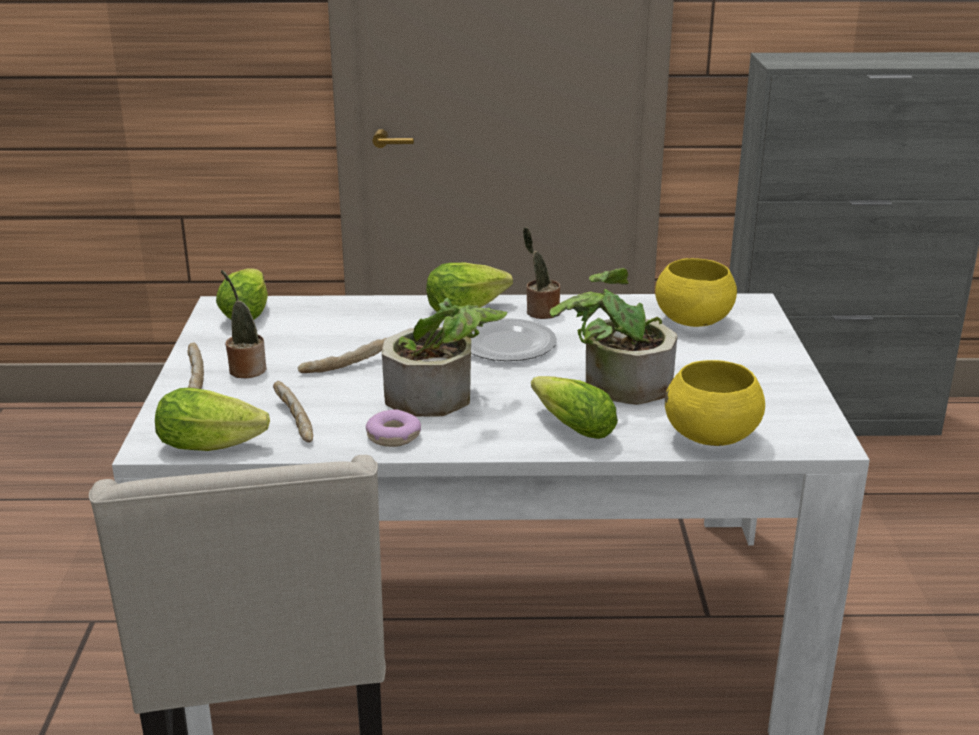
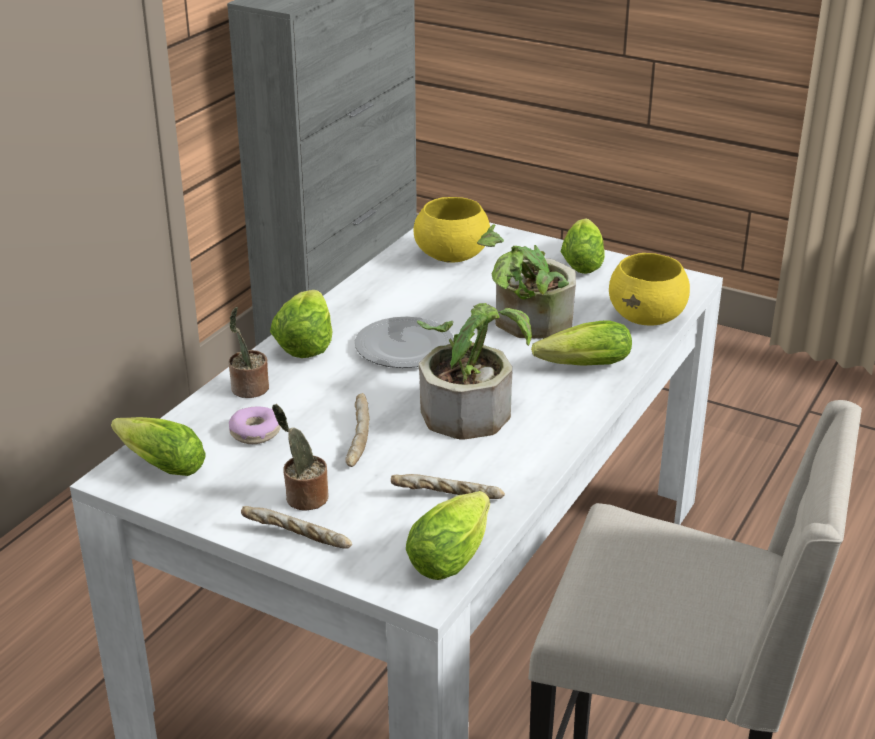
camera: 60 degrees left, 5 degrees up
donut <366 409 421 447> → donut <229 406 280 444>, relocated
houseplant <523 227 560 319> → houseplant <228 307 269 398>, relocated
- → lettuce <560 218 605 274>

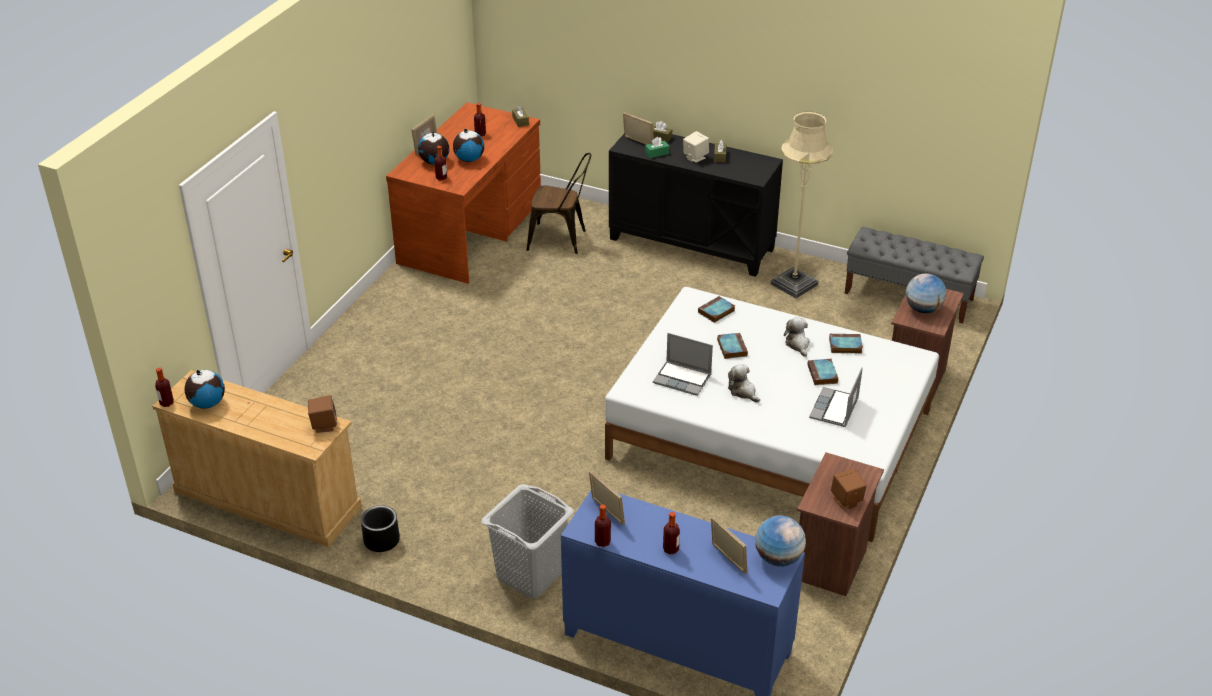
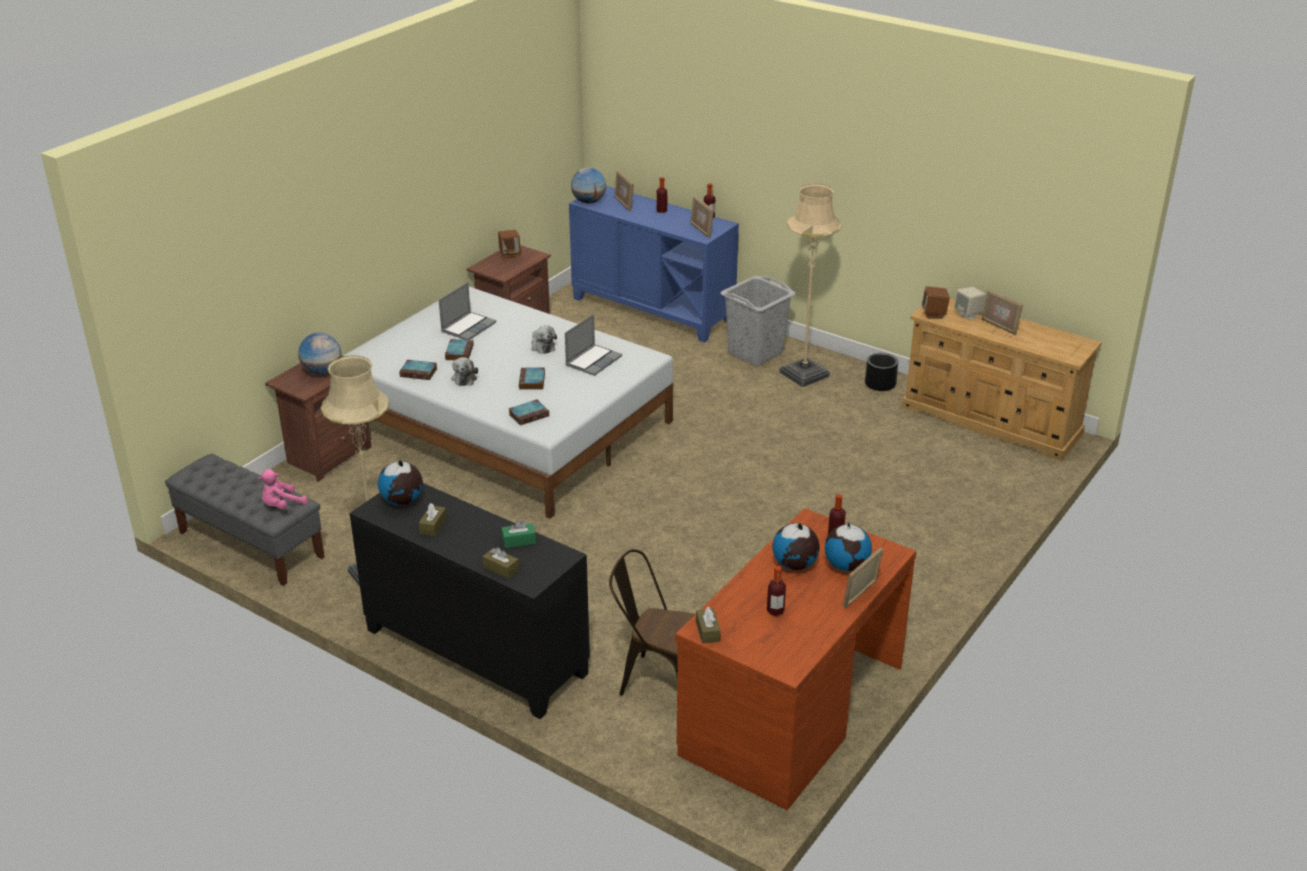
camera: 170 degrees left, 5 degrees down
drink bottle <155 368 174 407> → -
world globe <184 370 225 409> → world globe <378 460 423 505>, relocated
standing frame <623 112 654 145> → standing frame <981 289 1023 335>, relocated
notebook computer <653 333 713 396> → notebook computer <565 314 622 376>, 90 degrees clockwise
sand-coloured audio speaker <683 131 709 163> → sand-coloured audio speaker <954 287 986 320>, relocated
- → pinkish plush toy <259 469 308 509>
- → sand-coloured floor lamp <779 184 841 387>

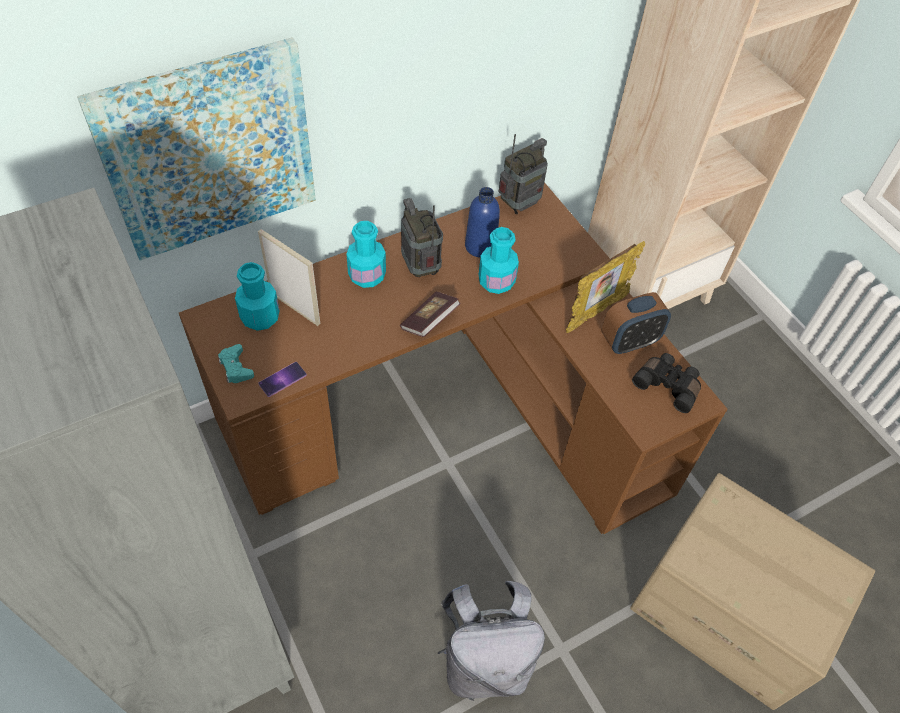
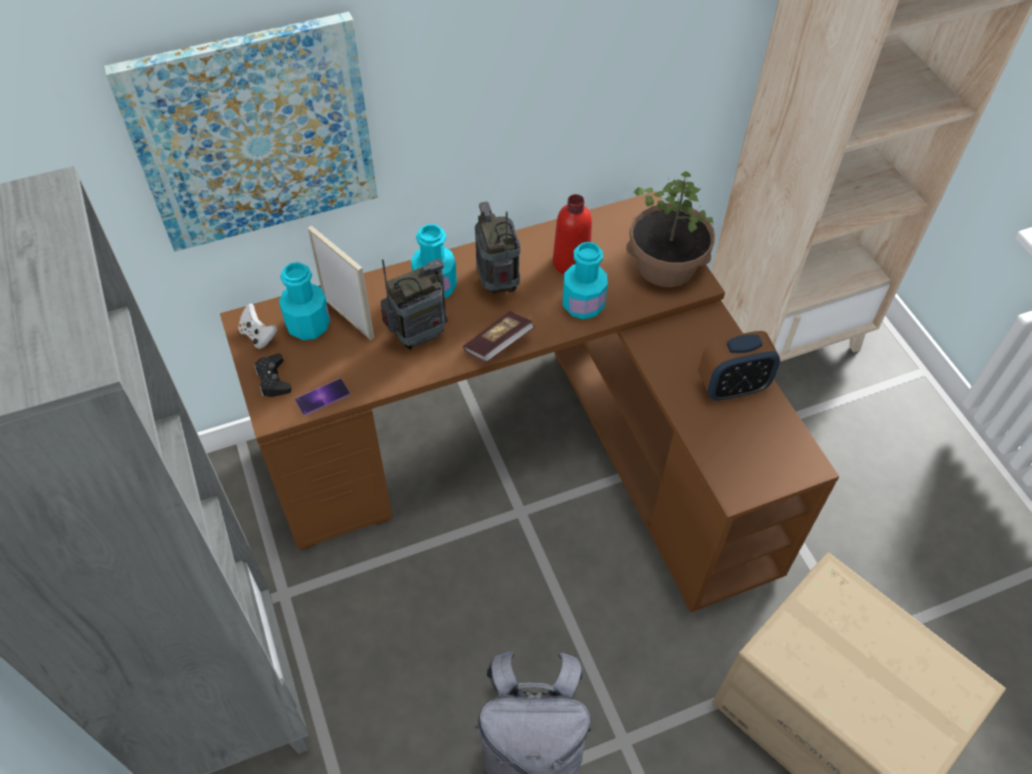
camera: 10 degrees right, 0 degrees up
turquoise joypad <218 344 254 383> → black-coloured joypad <254 353 292 397>
bluish drink bottle <465 187 500 257> → reddish drink bottle <553 194 592 275>
radio receiver <499 134 548 214> → radio receiver <381 259 448 350>, relocated
standing frame <566 241 645 333> → -
black-coloured pair of binoculars <632 353 701 413> → -
- → white-coloured joypad <238 304 278 349>
- → houseplant <626 171 715 287>

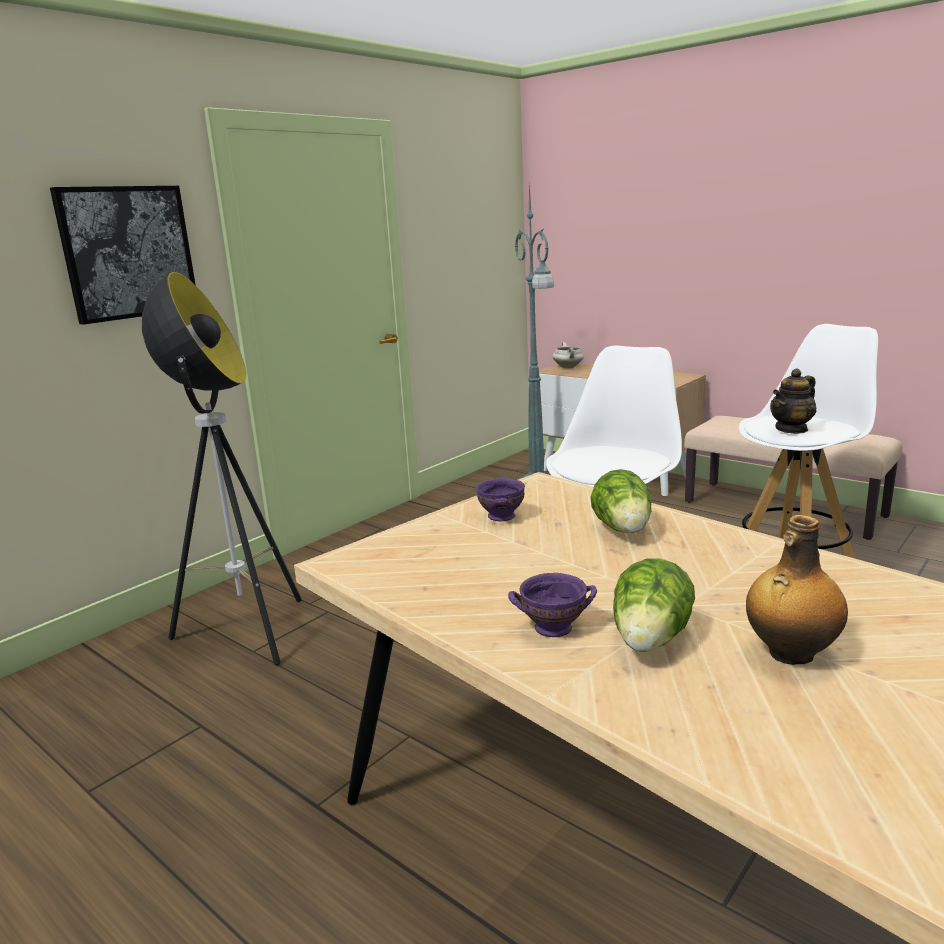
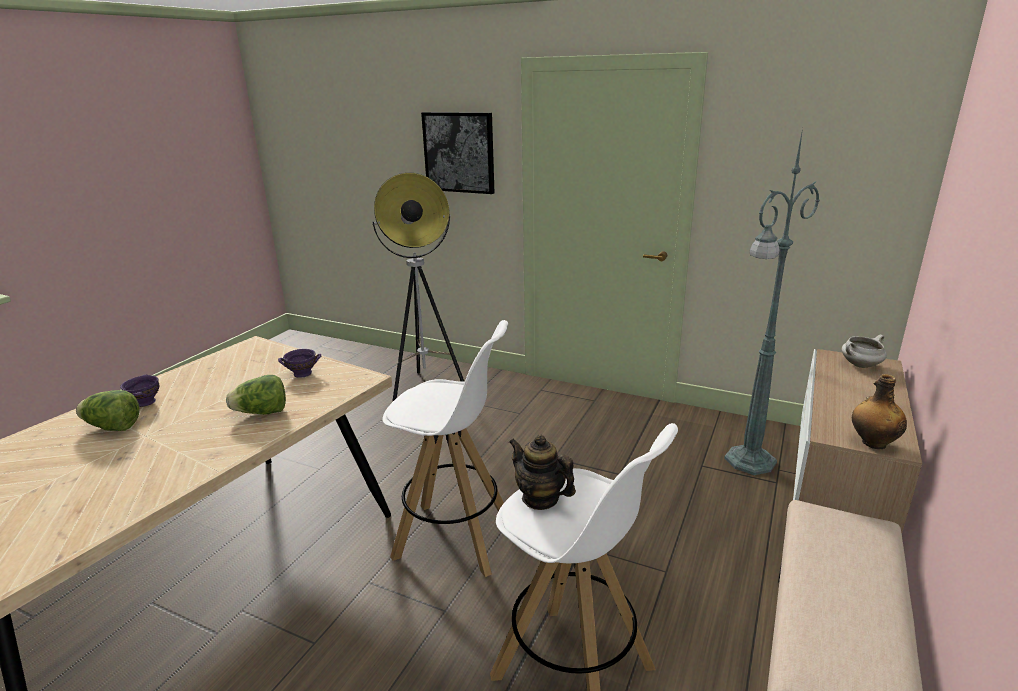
camera: 75 degrees right, 5 degrees up
drink bottle <746 515 848 665> → drink bottle <852 374 907 449>, relocated

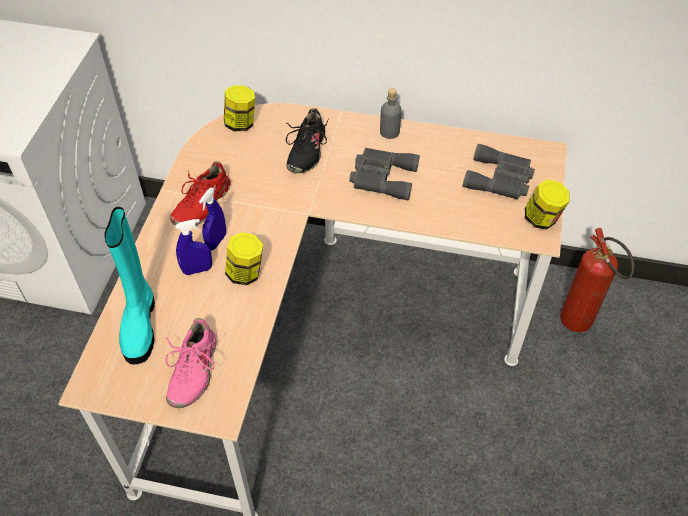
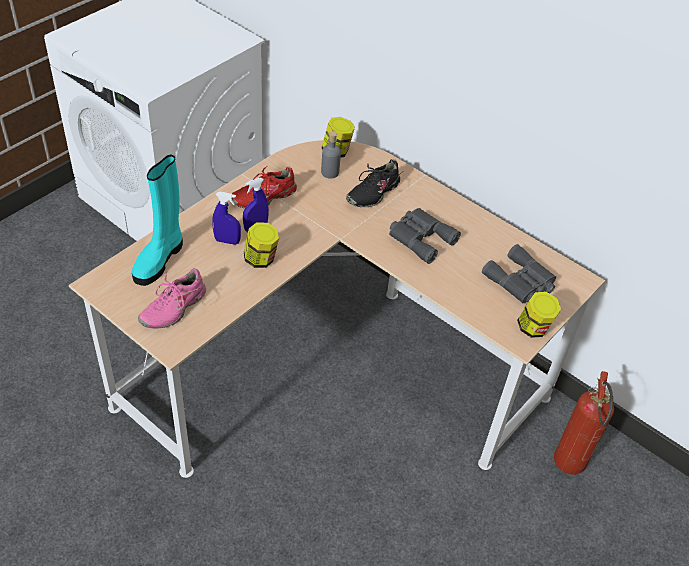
camera: 25 degrees right, 5 degrees down
grey drink bottle <380 88 401 139> → grey drink bottle <321 132 341 179>, relocated

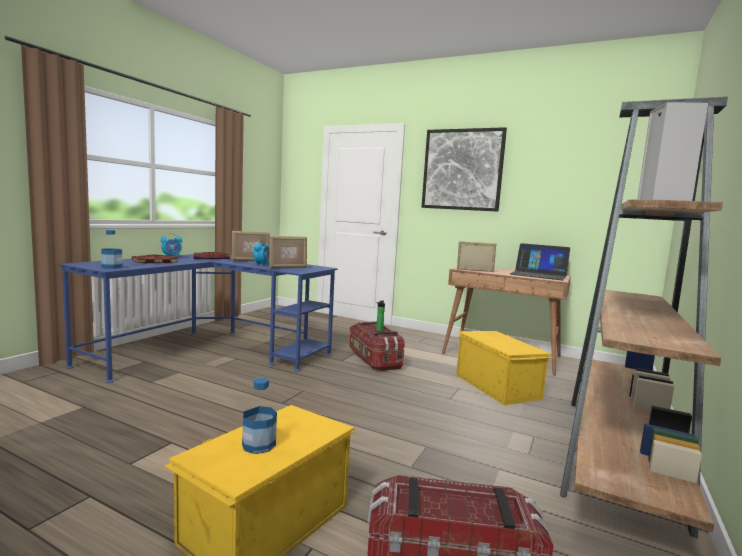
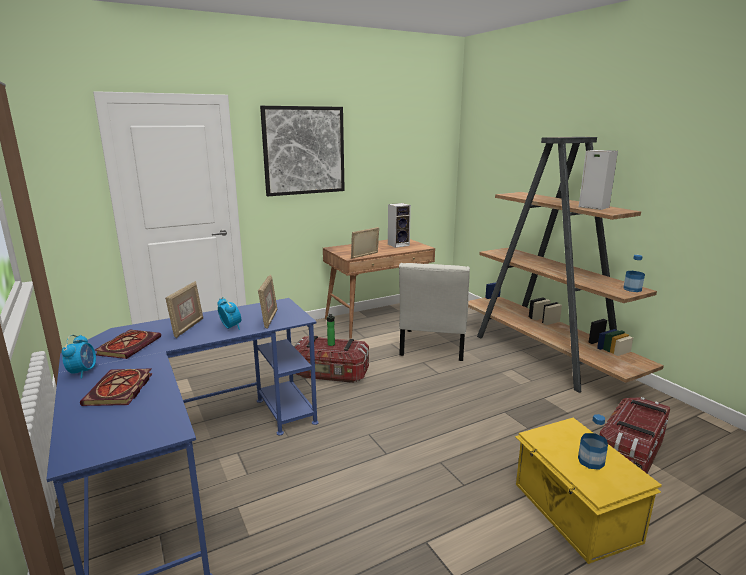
camera: 55 degrees left, 10 degrees up
drink bottle <101 230 123 269> → drink bottle <623 255 645 292>, relocated
yellowish storage box <456 331 553 405> → white-coloured upright chair <399 263 470 361>
notebook computer <510 243 570 280> → audio speaker <388 203 411 248>

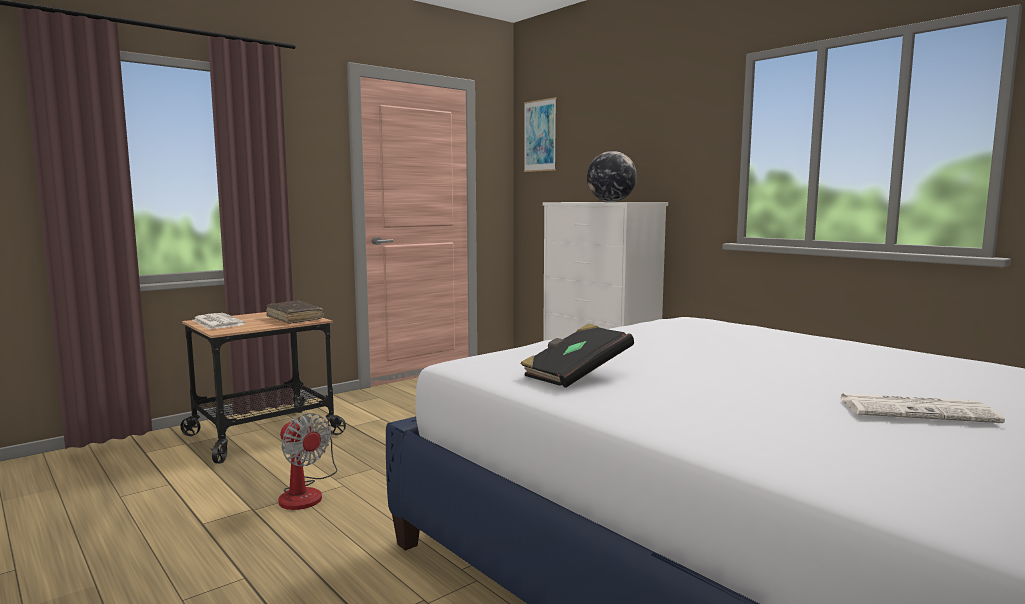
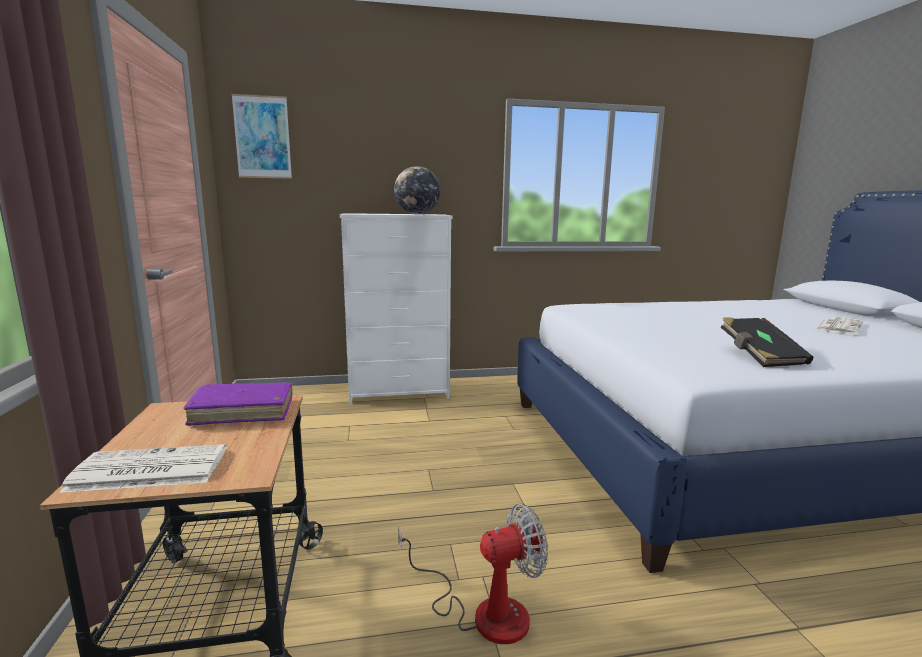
camera: 60 degrees left, 5 degrees up
brown-coloured book <266 301 324 324> → purplish book <184 382 293 426>

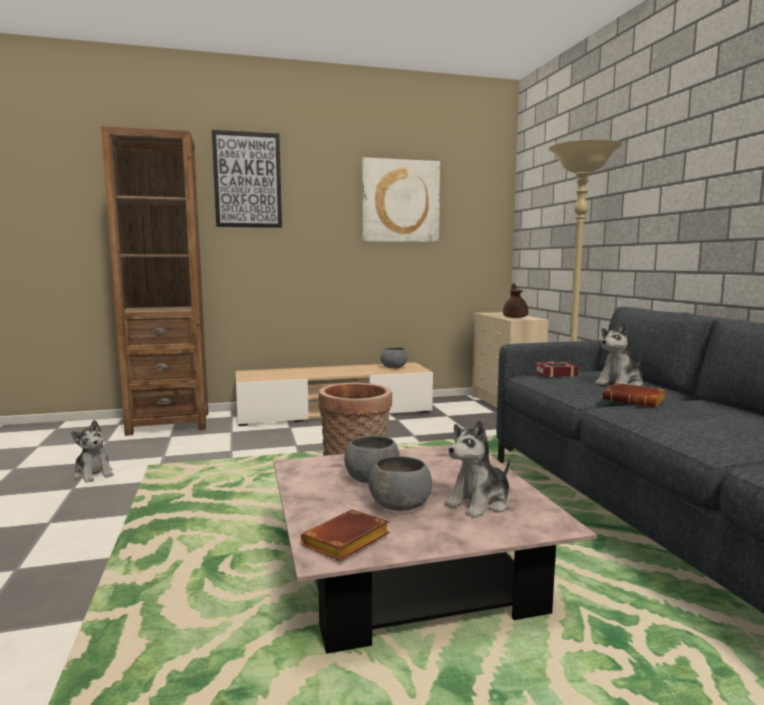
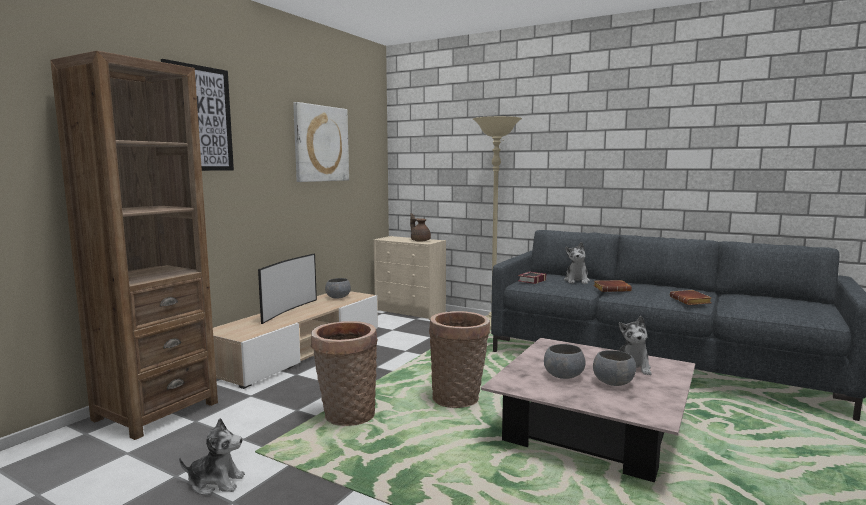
camera: 45 degrees left, 0 degrees up
brown-coloured book <301 509 390 561> → brown-coloured book <670 290 712 305>, relocated
- → television <258 254 317 324>
- → household basket <311 321 378 426>

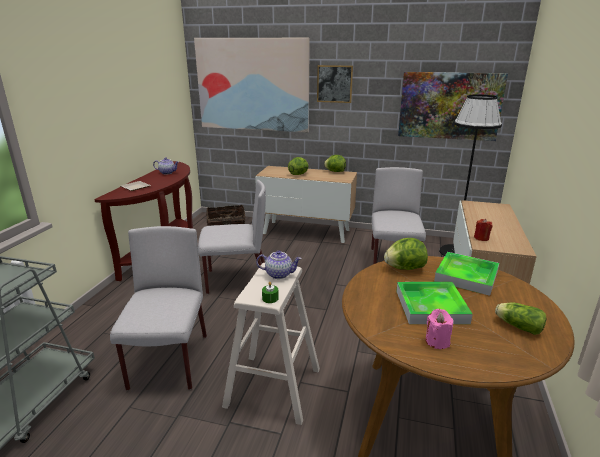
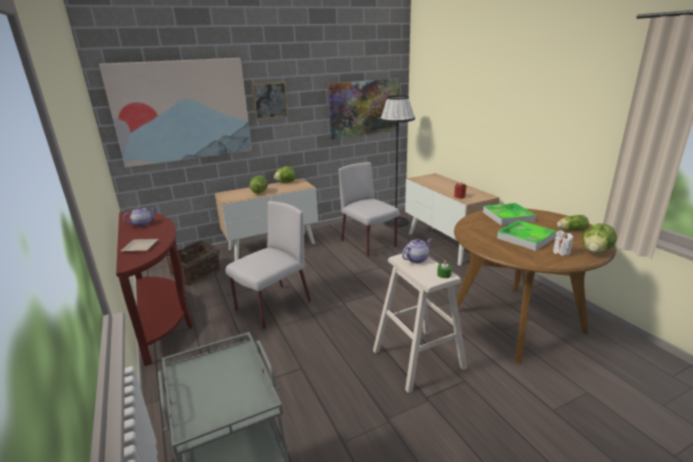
camera: 40 degrees left, 0 degrees up
grey upright chair <110 226 207 391> → -
lettuce <384 238 428 270> → lettuce <582 224 617 254>, relocated
pinkish candle <425 309 453 349> → white-coloured candle <553 231 573 256>

